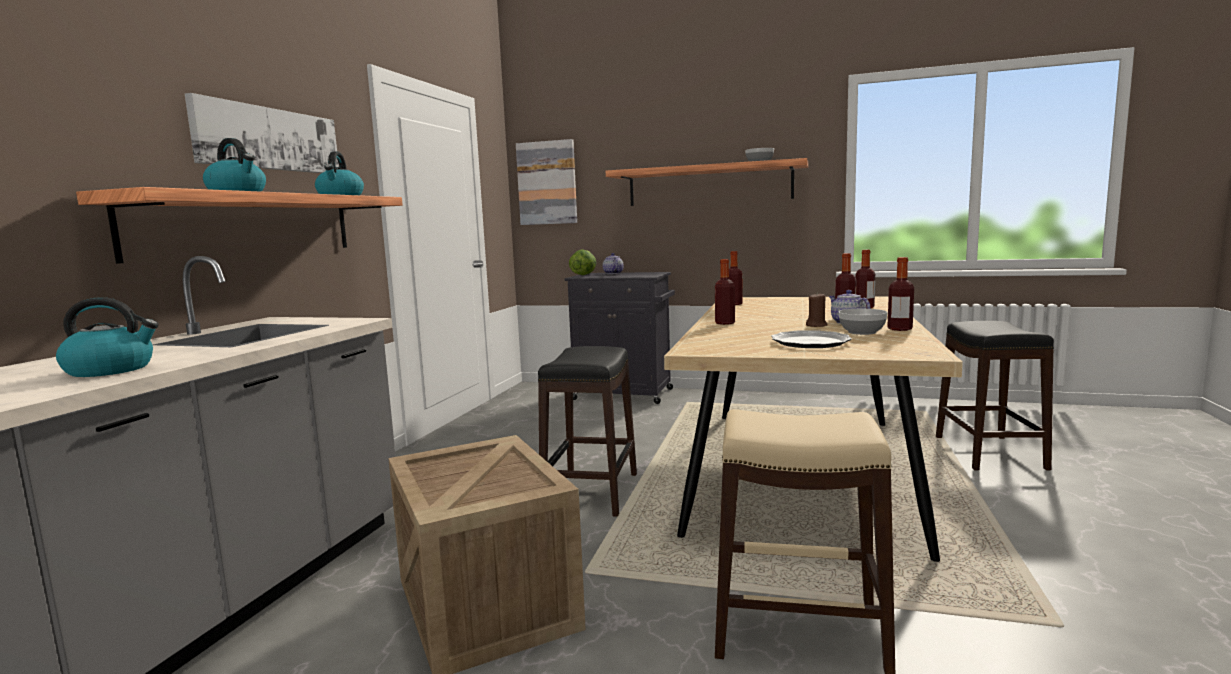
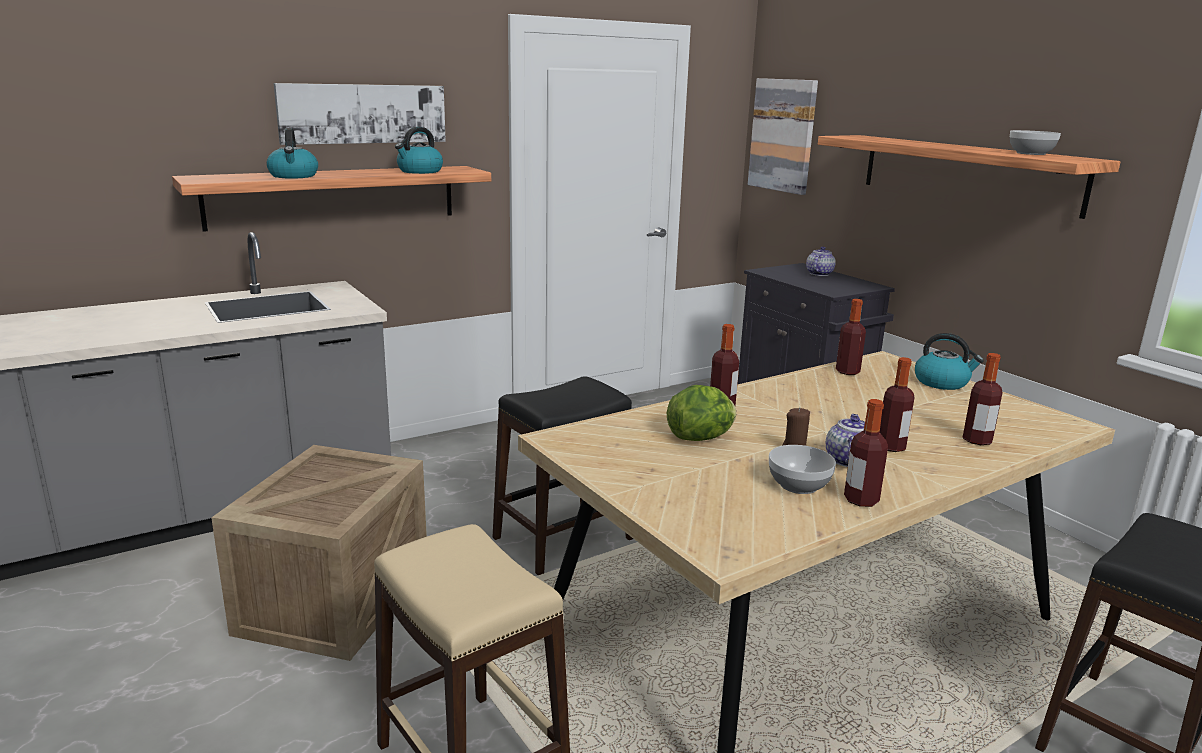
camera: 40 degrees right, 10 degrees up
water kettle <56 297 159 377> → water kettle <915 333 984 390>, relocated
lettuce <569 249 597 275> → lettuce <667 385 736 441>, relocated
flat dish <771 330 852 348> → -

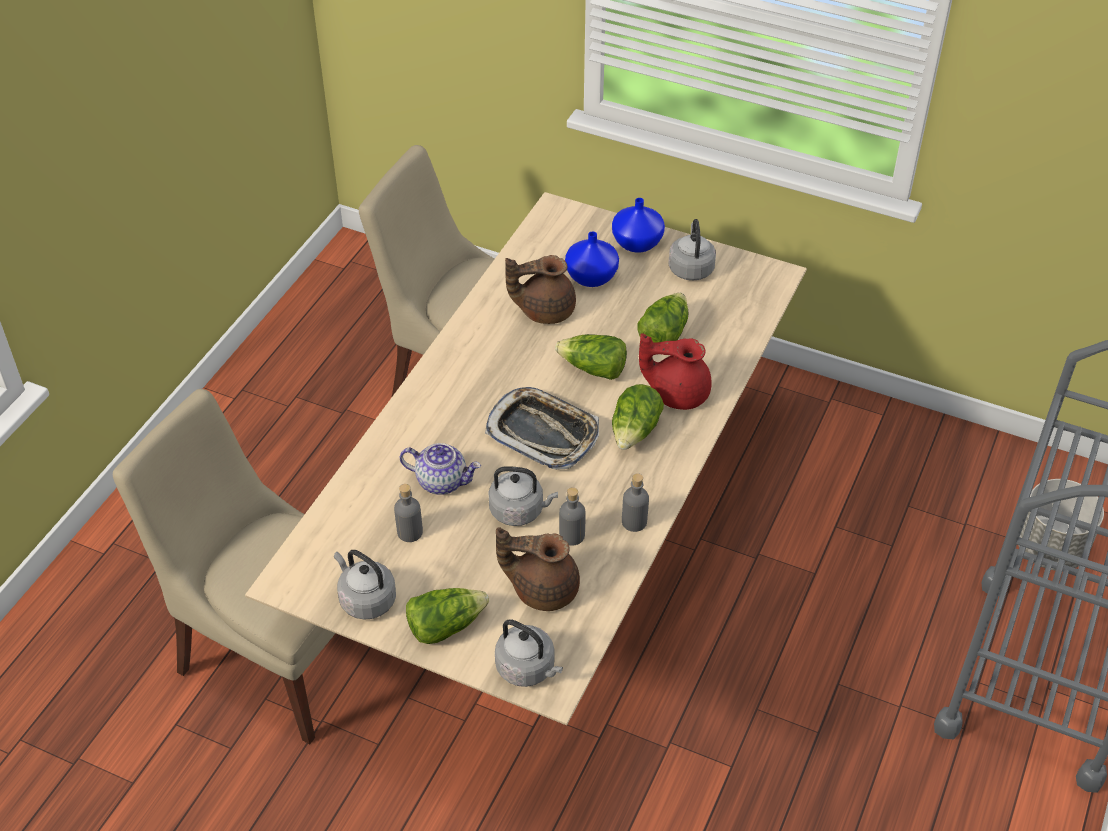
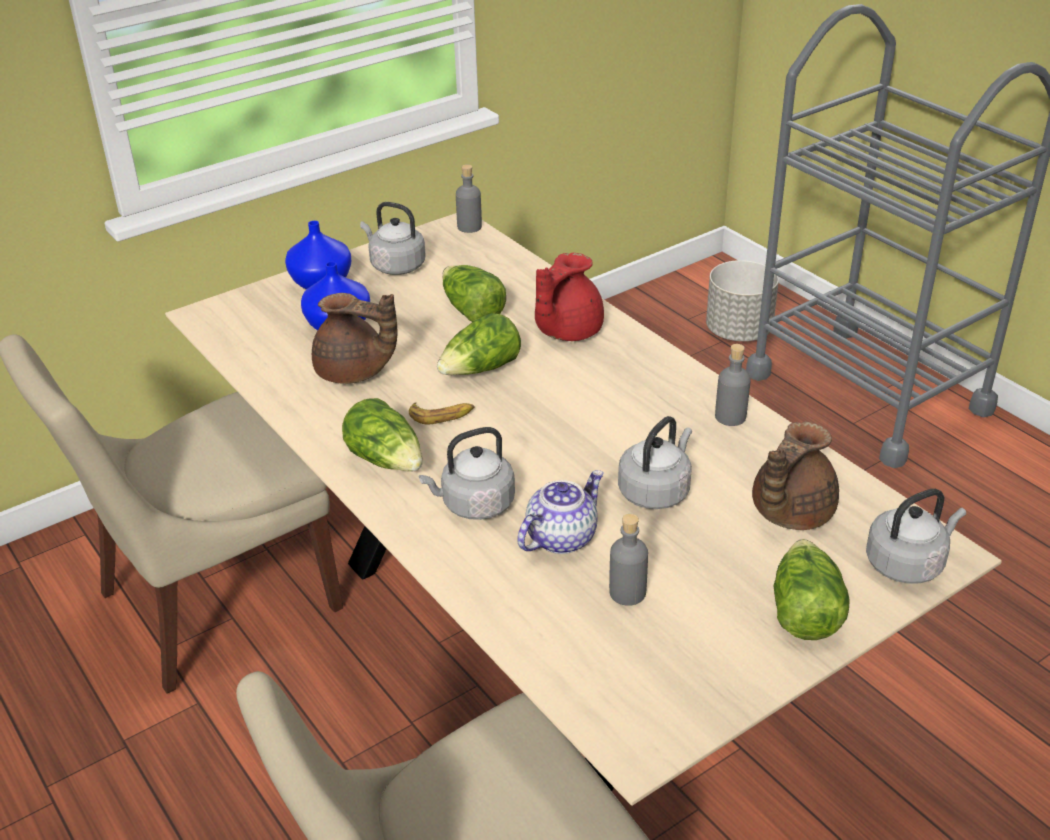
camera: 60 degrees left, 10 degrees down
grey water kettle <334 550 396 620> → grey water kettle <419 427 515 520>, relocated
carrying tray <485 387 599 469> → -
brown-coloured tea pot <505 255 576 324> → brown-coloured tea pot <312 293 397 384>, 90 degrees counterclockwise
grey drink bottle <559 487 586 545> → grey drink bottle <456 164 482 233>, relocated
lettuce <612 384 664 450> → lettuce <342 398 423 471>, relocated
- → whole banana <409 402 475 424>

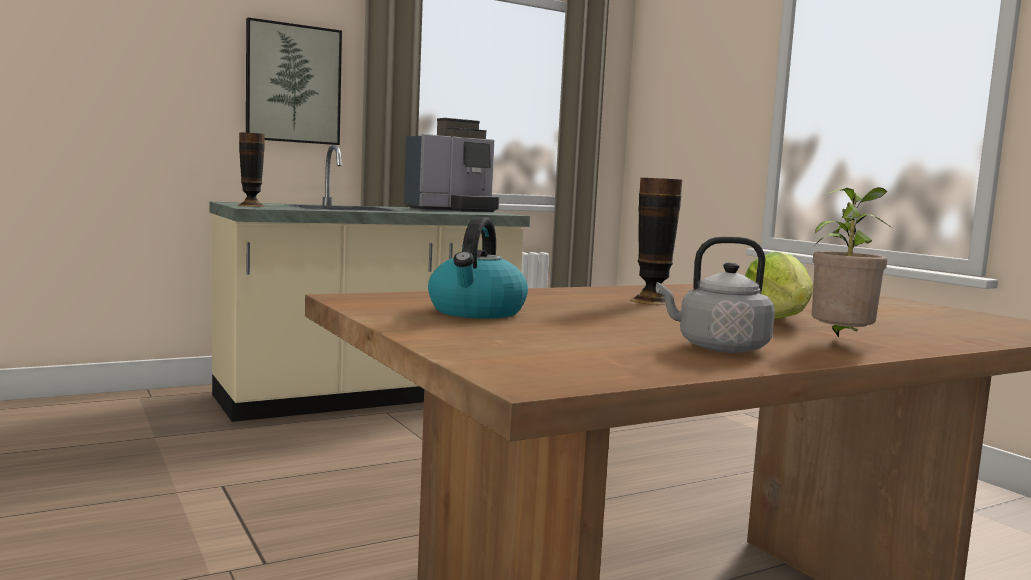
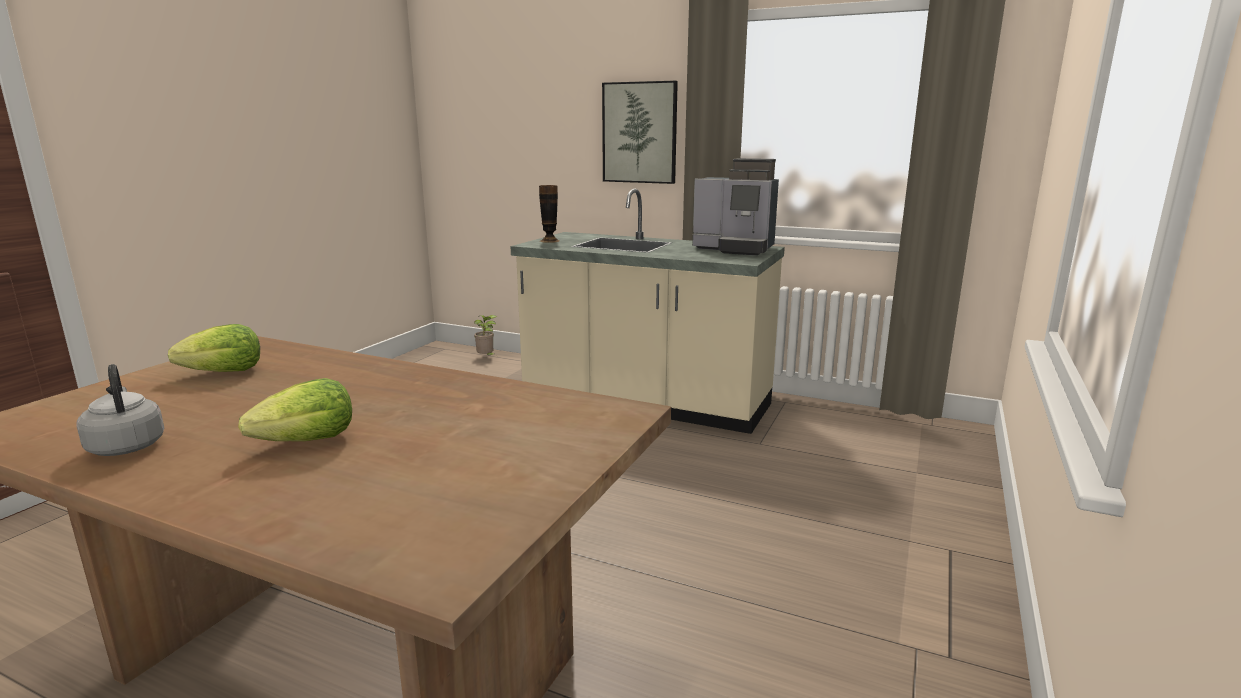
camera: 55 degrees right, 10 degrees up
water kettle <428 217 528 319> → lettuce <168 324 260 372>
decorative vase <629 178 682 305> → -
houseplant <812 187 891 337> → houseplant <474 315 497 355>, relocated

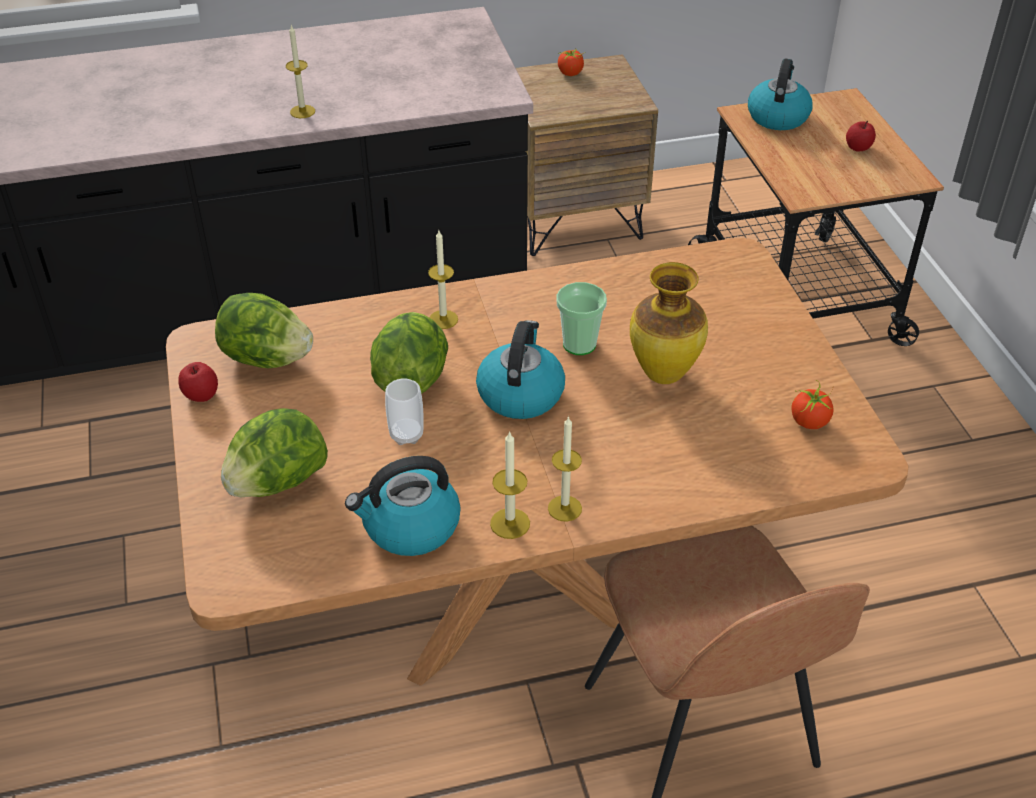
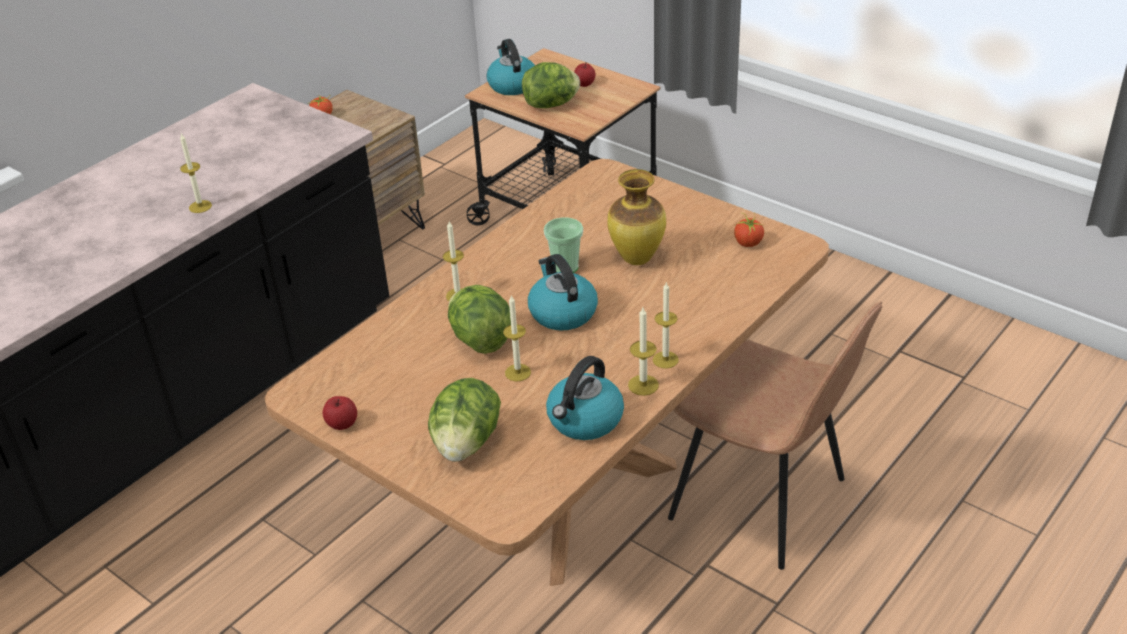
camera: 35 degrees left, 5 degrees down
lettuce <215 293 313 368> → lettuce <522 62 580 108>, relocated
drinking cup <385 378 424 445> → candle <503 295 531 381>

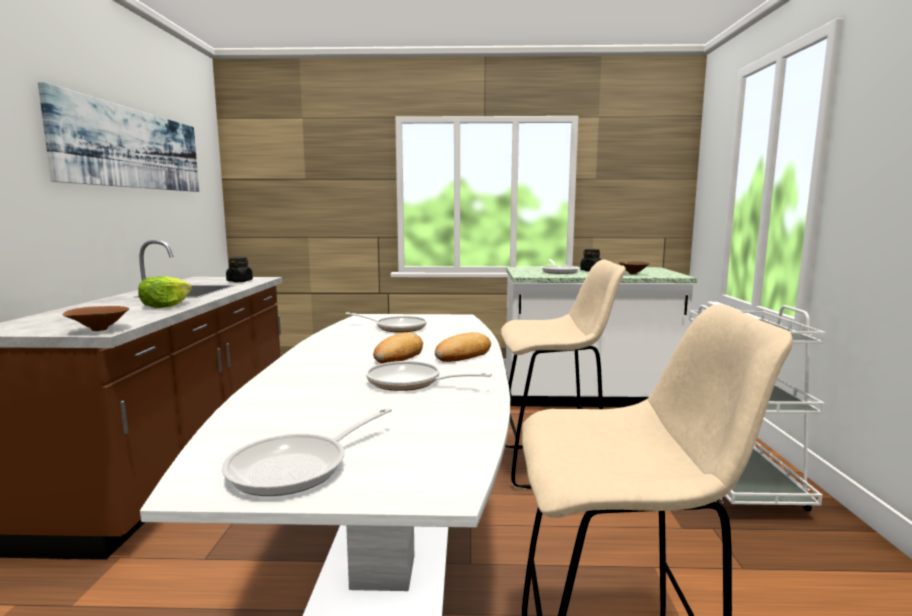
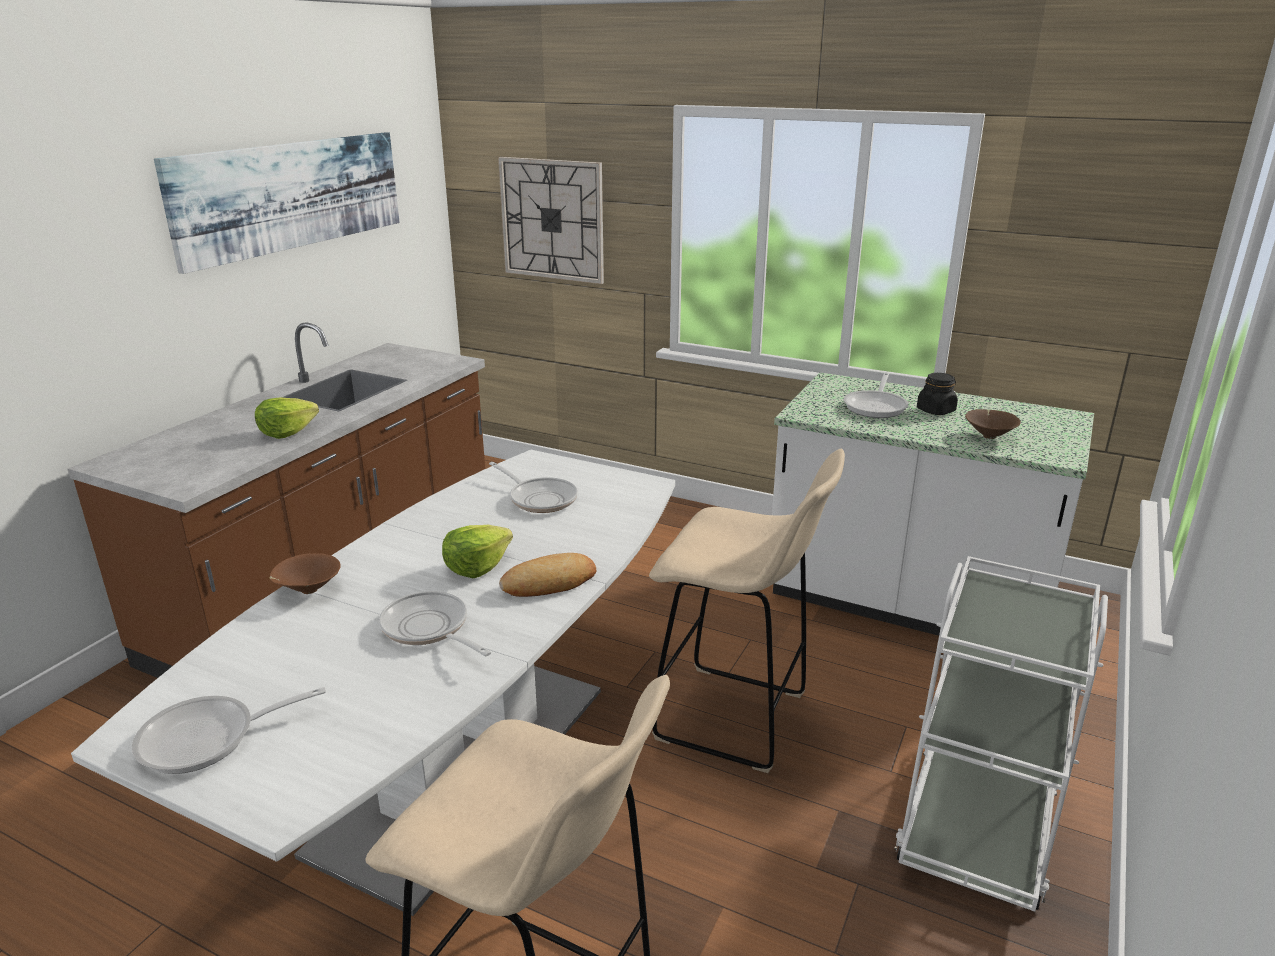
camera: 25 degrees right, 15 degrees up
brown-coloured bowl <63 306 129 331> → brown-coloured bowl <269 553 341 594>, relocated
black-coloured storage jar <226 257 253 282> → -
bread <373 332 423 363> → lettuce <442 525 513 578>
- → clock on the wall <498 157 604 284>

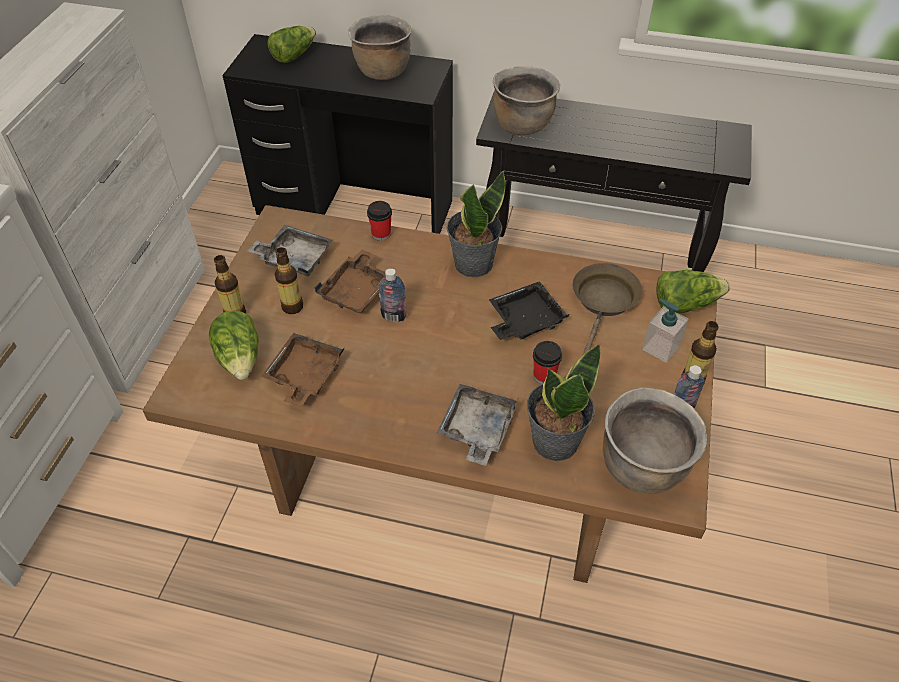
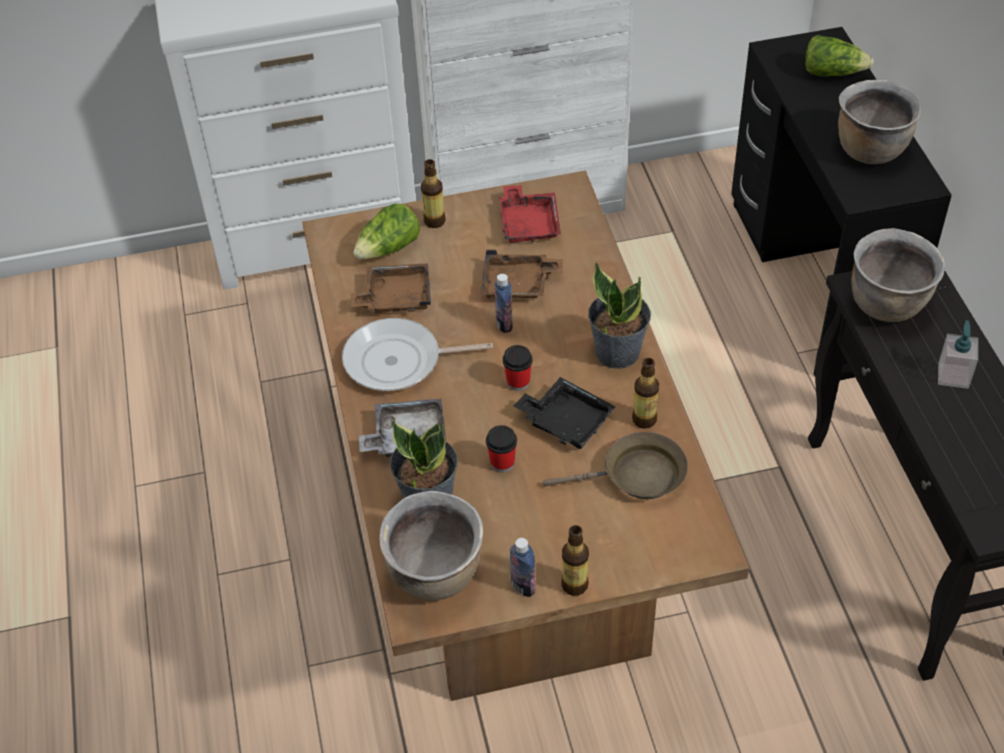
camera: 65 degrees right, 0 degrees up
grey carrying tray <248 225 333 276> → reddish carrying tray <500 185 561 243>
drink bottle <275 247 303 314> → drink bottle <632 358 659 429>, relocated
drinking cup <367 201 392 241> → drinking cup <503 345 532 391>, relocated
liquid soap bottle <642 299 689 363> → liquid soap bottle <938 320 978 389>, relocated
lettuce <656 270 730 313> → -
- → skillet <342 318 493 391>

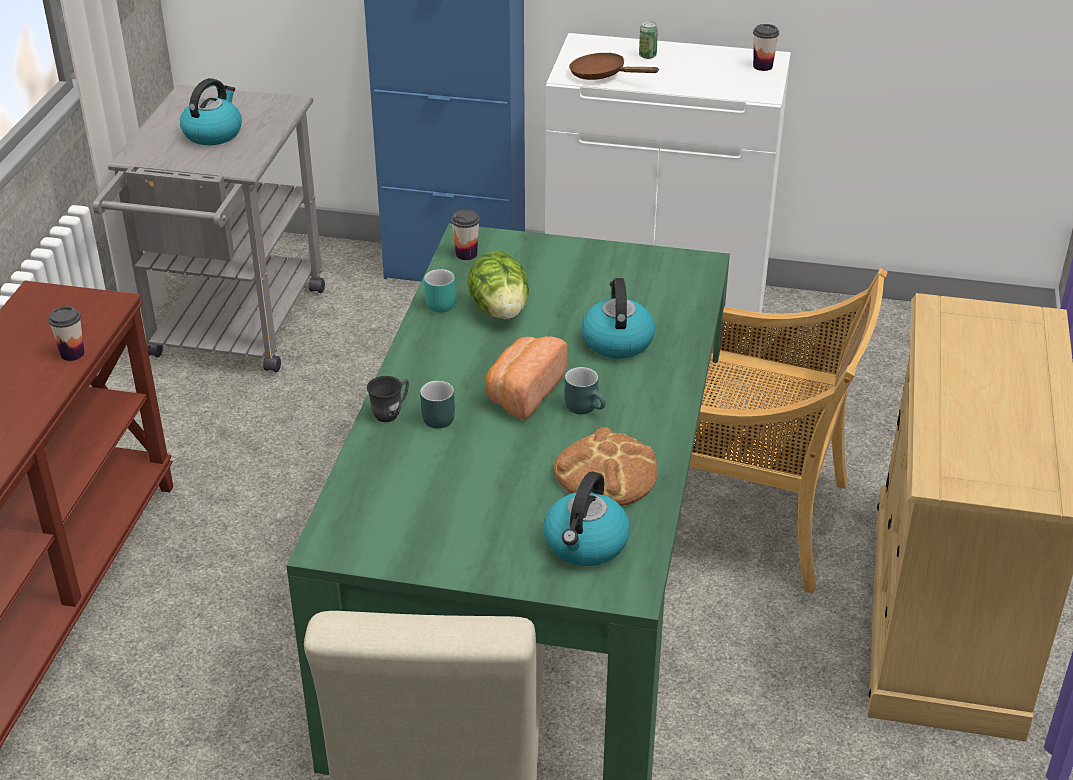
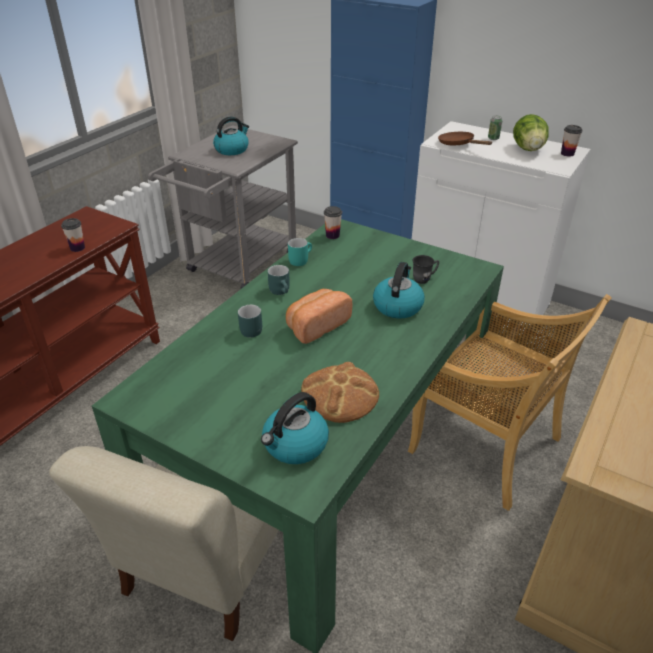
camera: 20 degrees right, 0 degrees up
grey mug <367 376 409 422> → grey mug <412 255 439 284>, relocated
lettuce <467 252 529 319> → lettuce <513 114 548 151>, relocated
turquoise mug <565 367 606 414> → turquoise mug <268 265 290 295>, relocated

